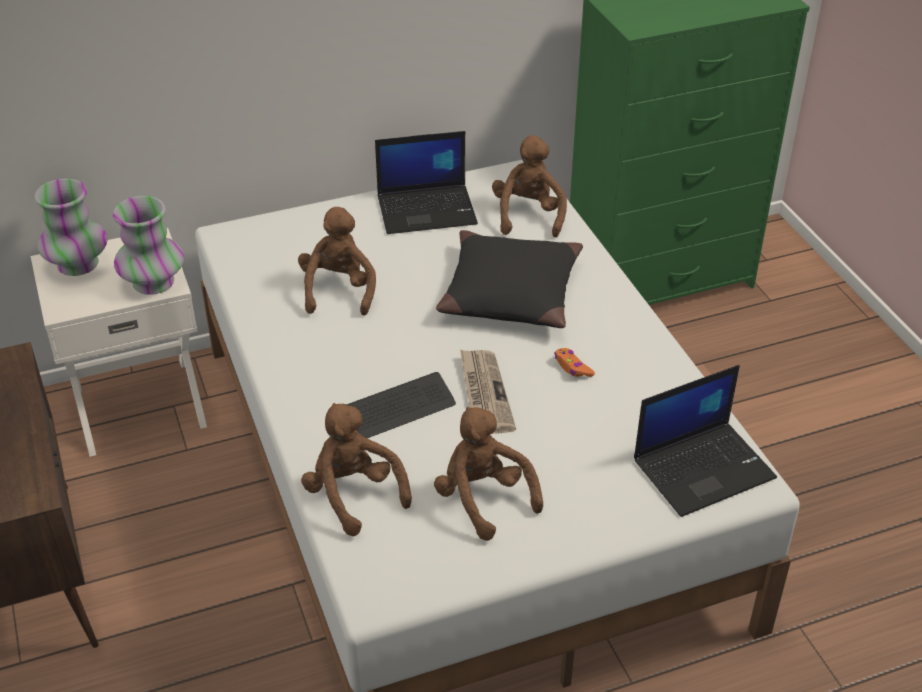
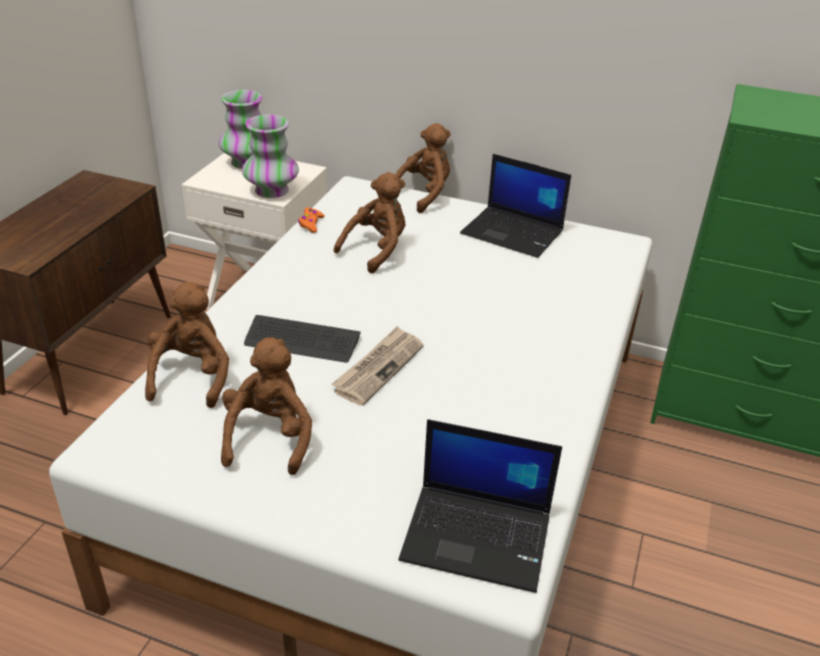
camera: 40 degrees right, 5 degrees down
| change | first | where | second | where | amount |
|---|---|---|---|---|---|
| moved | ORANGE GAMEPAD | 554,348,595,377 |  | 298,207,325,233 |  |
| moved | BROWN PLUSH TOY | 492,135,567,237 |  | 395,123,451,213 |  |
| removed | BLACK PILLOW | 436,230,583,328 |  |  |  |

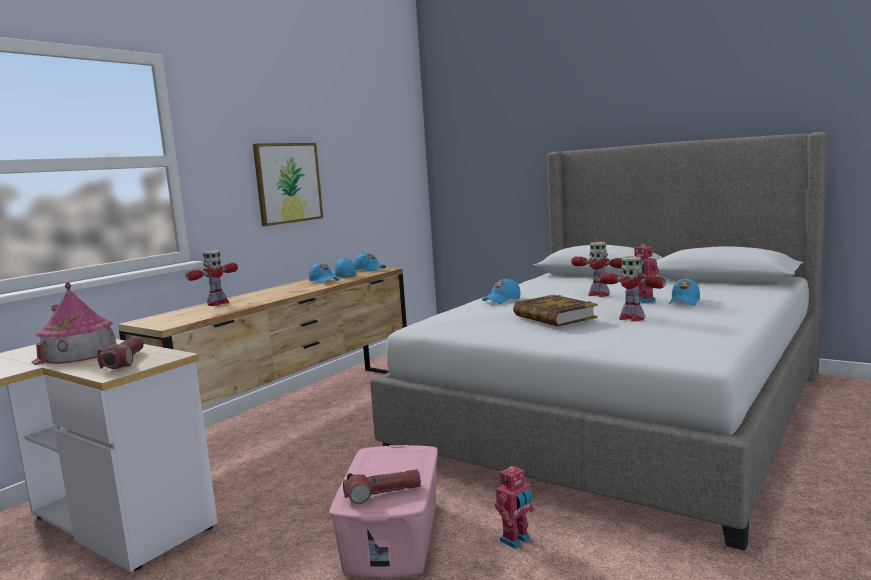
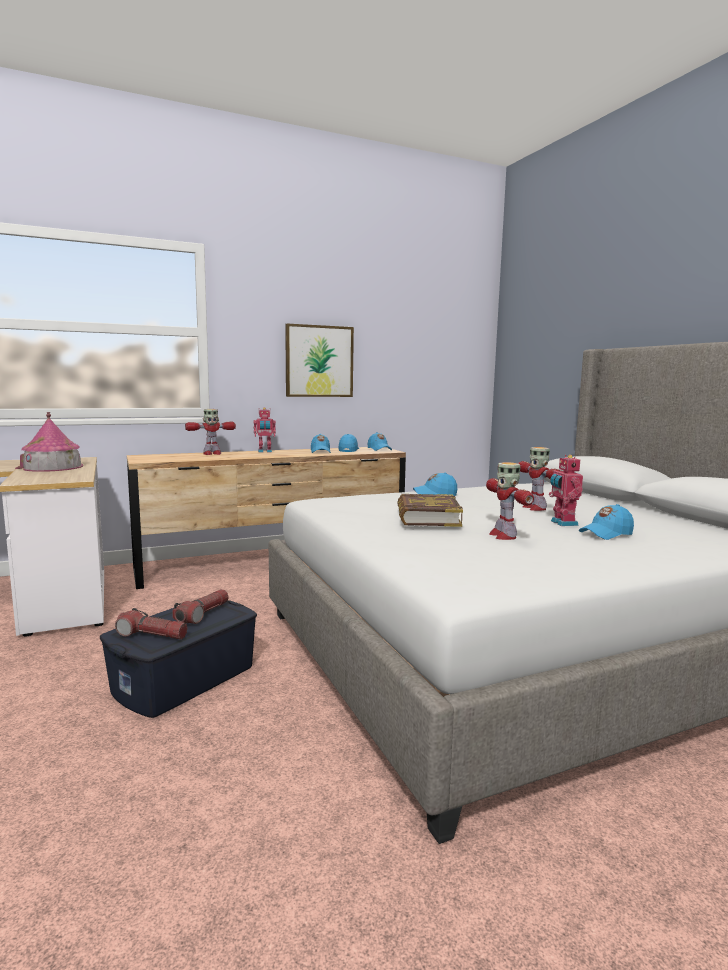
camera: 30 degrees right, 0 degrees up
| change | first | where | second | where | amount |
|---|---|---|---|---|---|
| recoloured | PINK STORAGE BOX | 329,445,438,577 | BLUISH STORAGE BOX | 100,600,257,718 |  |
| moved | FLASHLIGHT | 97,336,144,369 |  | 173,589,229,624 |  |
| moved | MODEL ROBOT | 495,465,535,549 |  | 254,407,276,452 |  |

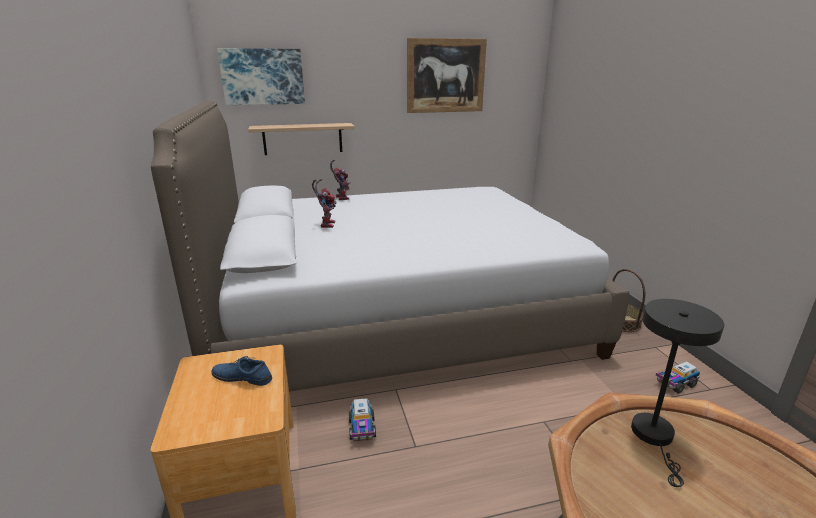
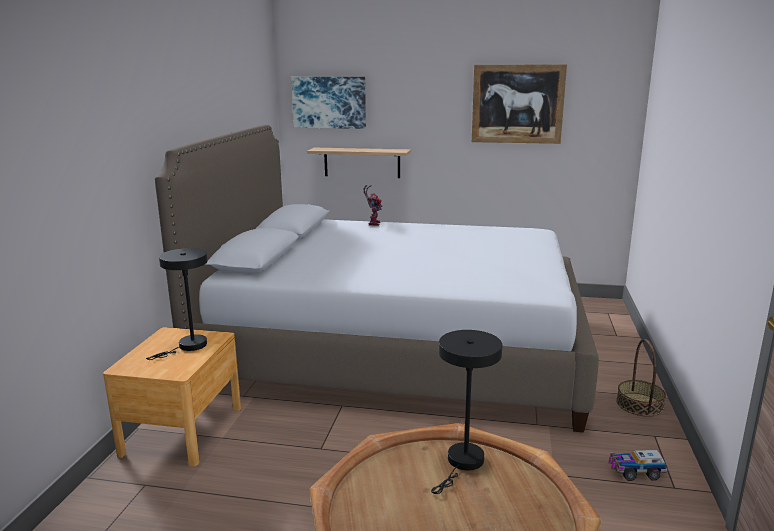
camera: 25 degrees right, 5 degrees down
| change | first | where | second | where | amount |
|---|---|---|---|---|---|
| replaced | BLUISH SHOE | 212,356,272,386 | BLACK TABLETOP LAMP | 146,248,207,360 |  |
| removed | MODEL ROBOT | 312,179,336,228 |  |  |  |
| removed | TOY LORRY | 349,398,376,441 |  |  |  |

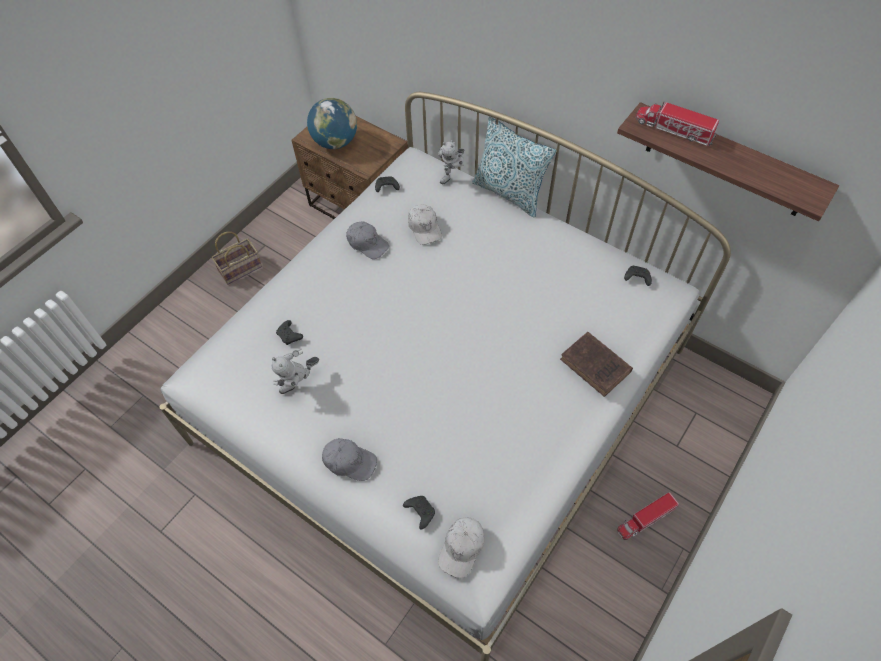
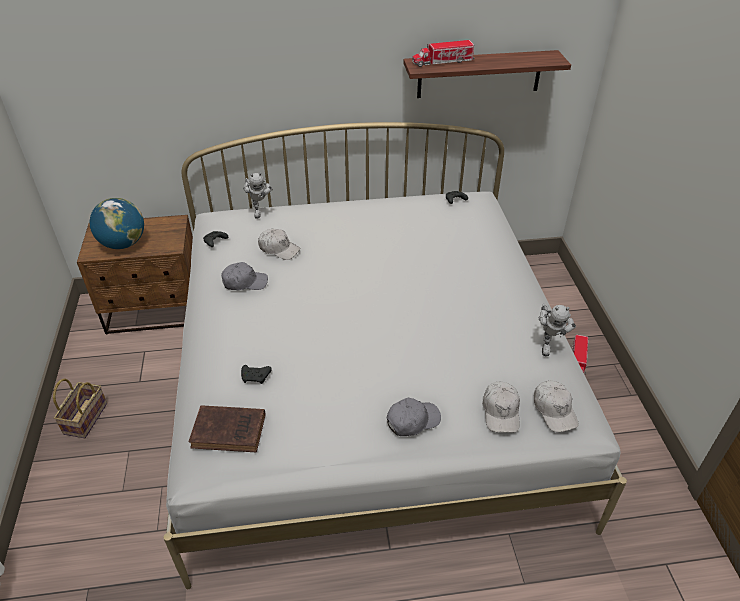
camera: 45 degrees left, 15 degrees down
| change | first | where | second | where | amount |
|---|---|---|---|---|---|
| moved | BROWN BOUND BOOK | 560,332,633,397 |  | 189,405,266,452 |  |
| replaced | BLACK GAMEPAD | 403,496,435,529 | WHITISH BASEBALL CAP | 482,381,520,433 |  |
| moved | MODEL ROBOT | 271,348,319,394 |  | 538,303,576,356 |  |
| removed | PILLOW | 472,117,556,218 |  |  |  |

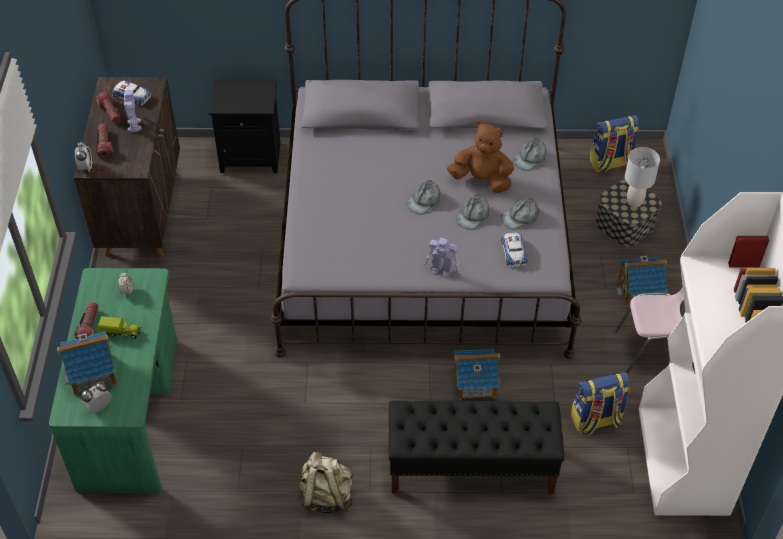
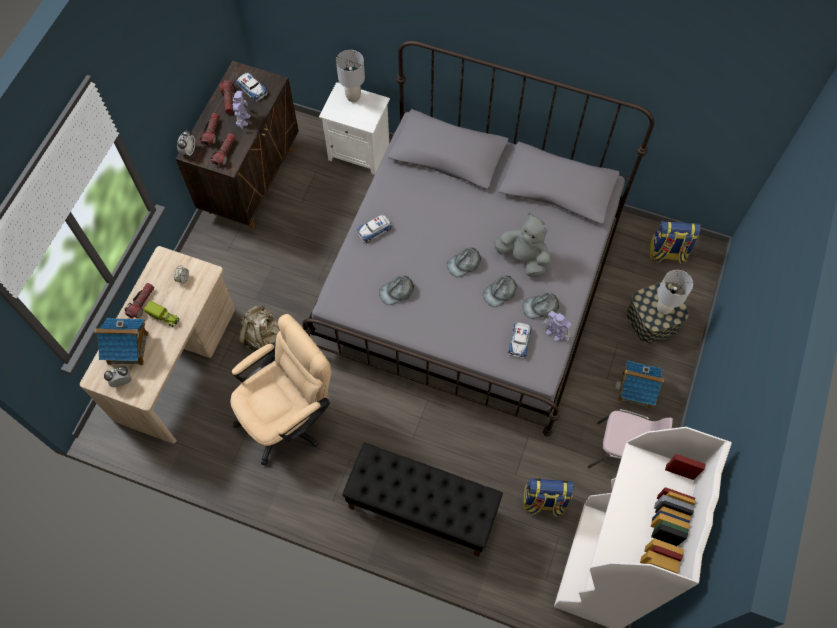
camera: 20 degrees right, 15 degrees up
| change | first | where | second | where | amount |
|---|---|---|---|---|---|
| recoloured | GREENISH DESK TABLE | 49,268,177,493 | BEIGE DESK TABLE | 80,246,236,443 |  |
| added |  |  | FLASHLIGHT | 211,133,236,166 |  |
| added |  |  | BEIGE COMPUTER CHAIR | 230,314,331,466 |  |
| moved | BEIGE RUCKSACK | 300,450,353,513 |  | 239,305,280,352 |  |
| recoloured | BLACK NIGHT TABLE | 208,79,280,173 | WHITISH NIGHT TABLE | 319,82,390,175 |  |
| added |  |  | GREYISH TABLETOP LAMP | 336,50,365,102 |  |
| added |  |  | MODEL CAR | 357,214,392,243 |  |
| moved | GREYISH BASEBALL CAP | 513,138,546,171 |  | 379,275,414,305 |  |
| recoloured | BROWN PLUSH TOY | 447,121,514,193 | GREYISH PLUSH TOY | 494,213,551,277 |  |
| moved | MODEL ROBOT | 424,238,459,277 |  | 541,311,572,343 |  |
| removed | MODEL HOUSE | 454,348,500,400 |  |  |  |

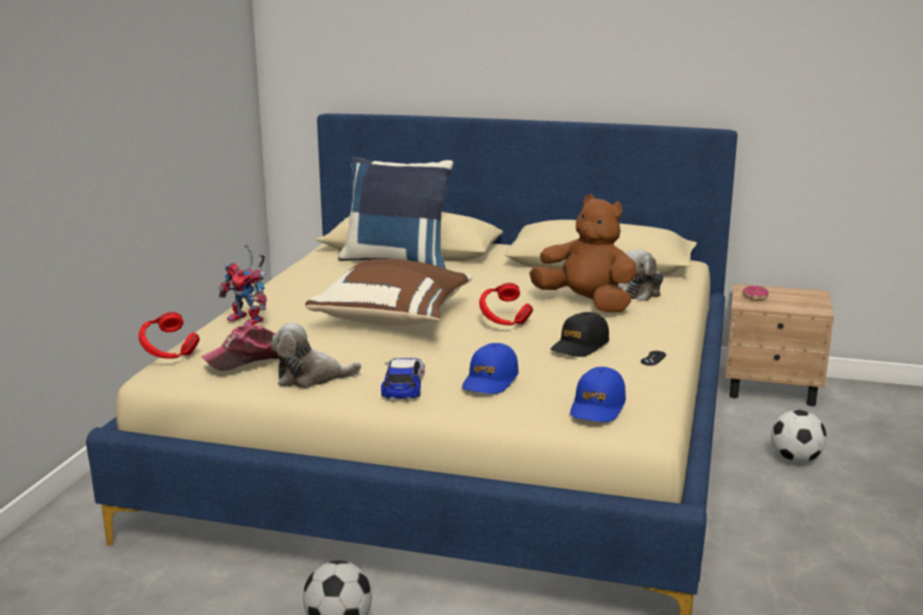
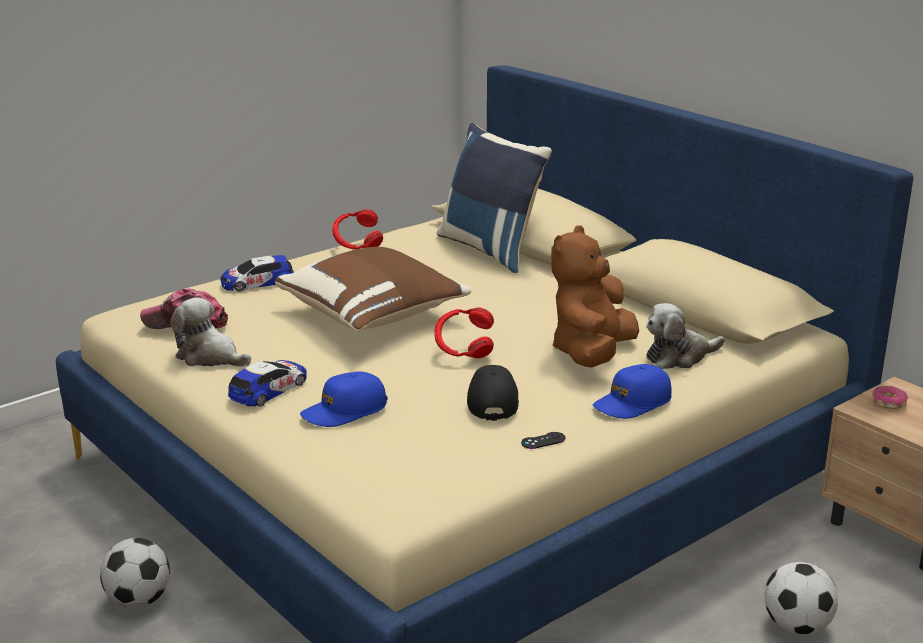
camera: 35 degrees right, 5 degrees up
| change | first | where | second | where | amount |
|---|---|---|---|---|---|
| replaced | MODEL ROBOT | 219,244,267,326 | MODEL CAR | 220,255,294,292 |  |
| moved | REDDISH HEADPHONES | 138,312,200,359 |  | 332,209,383,249 |  |
| turned | BLACK BASEBALL CAP | 551,312,609,357 |  | 467,365,519,421 | 105 degrees clockwise |
| turned | BROWN PLUSH TOY | 529,194,637,313 |  | 551,226,639,367 | 135 degrees counterclockwise |
| moved | BLUISH BASEBALL CAP | 570,367,626,422 |  | 593,364,672,419 |  |

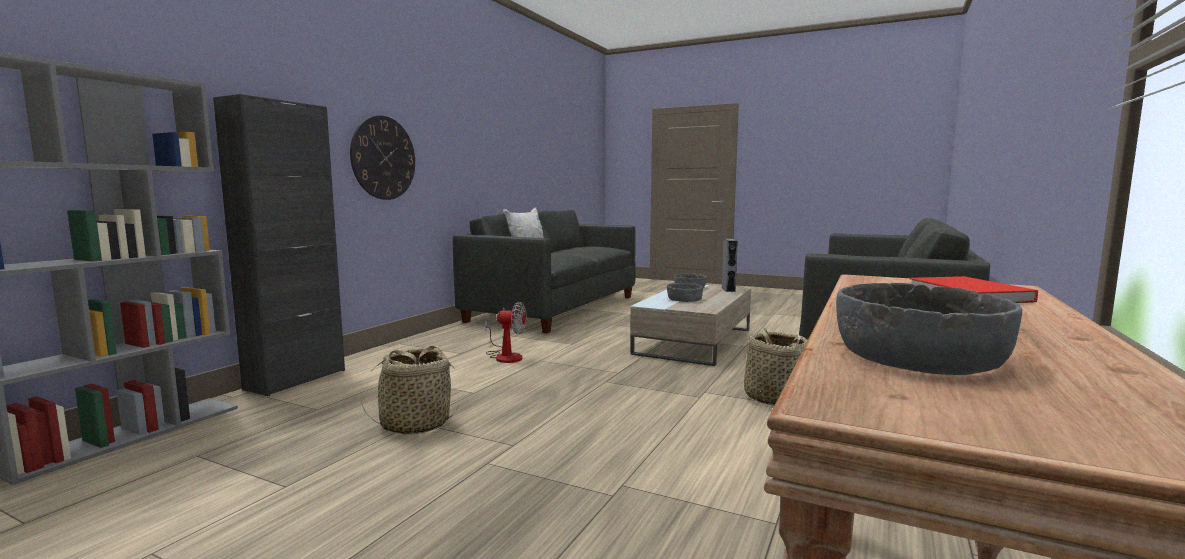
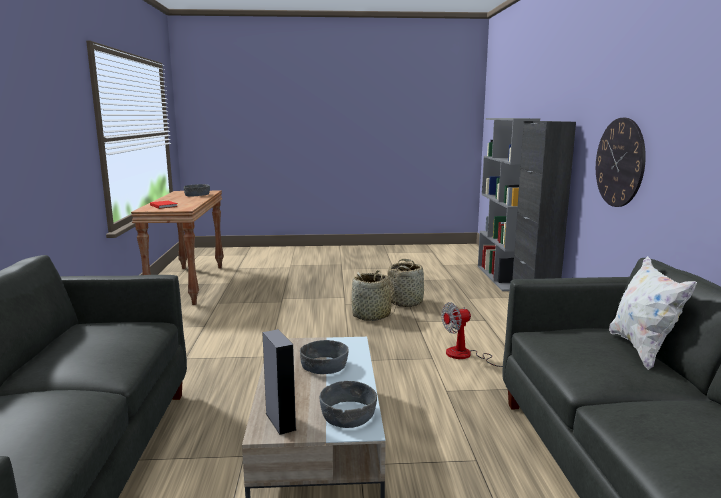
camera: 150 degrees right, 5 degrees up
| change | first | where | second | where | amount |
|---|---|---|---|---|---|
| moved | BASKET | 744,327,808,406 |  | 351,270,396,321 |  |

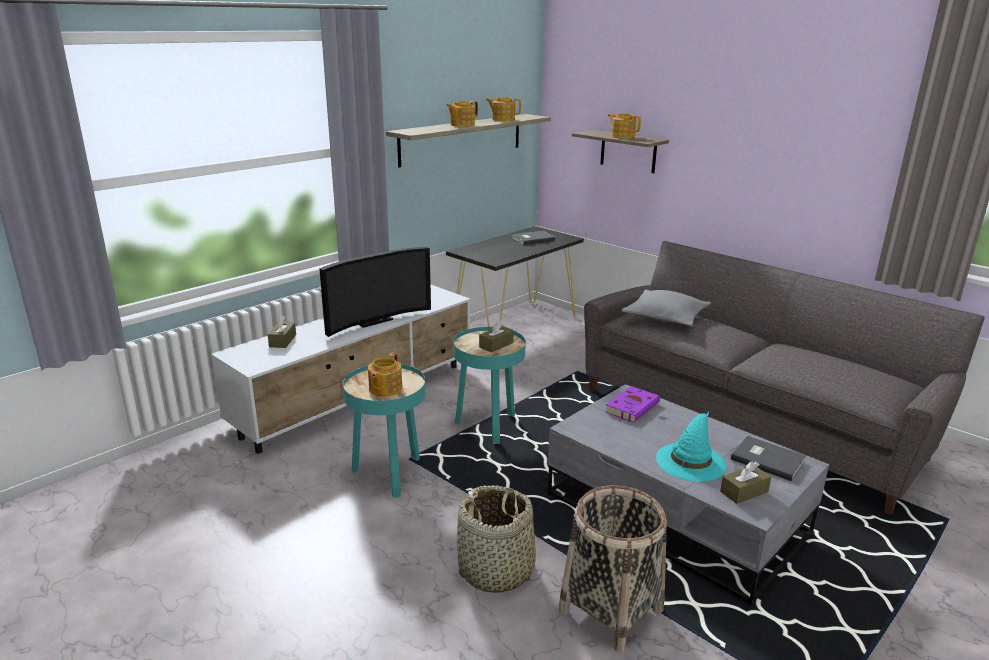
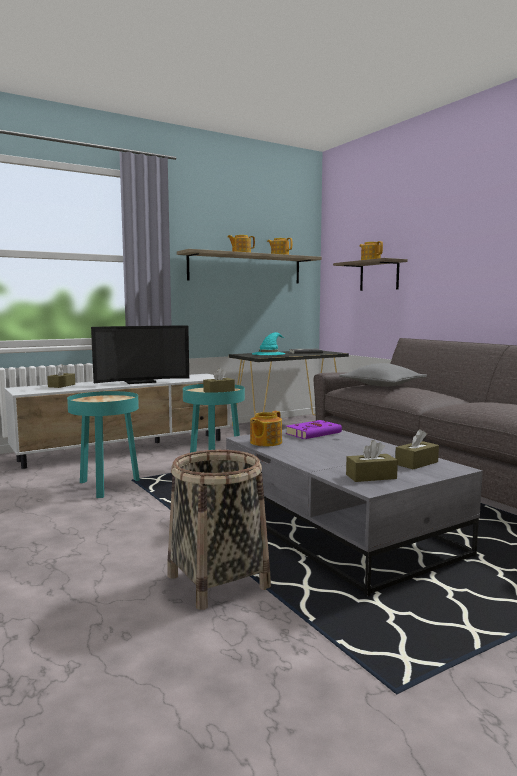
camera: 15 degrees right, 15 degrees down
| change | first | where | second | where | amount |
|---|---|---|---|---|---|
| moved | TEAPOT | 368,353,403,397 |  | 250,411,282,446 |  |
| moved | TURQUOISE WEARABLE HAT | 656,412,726,481 |  | 252,332,285,355 |  |
| replaced | GREYISH BOUND BOOK | 731,436,806,481 | BROWN BOX OF TISSUES | 395,429,439,469 |  |
| removed | BASKET | 457,485,542,593 |  |  |  |

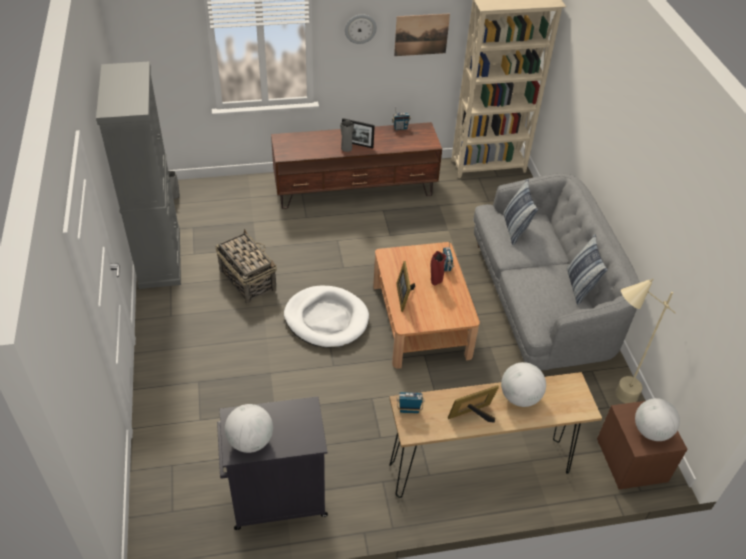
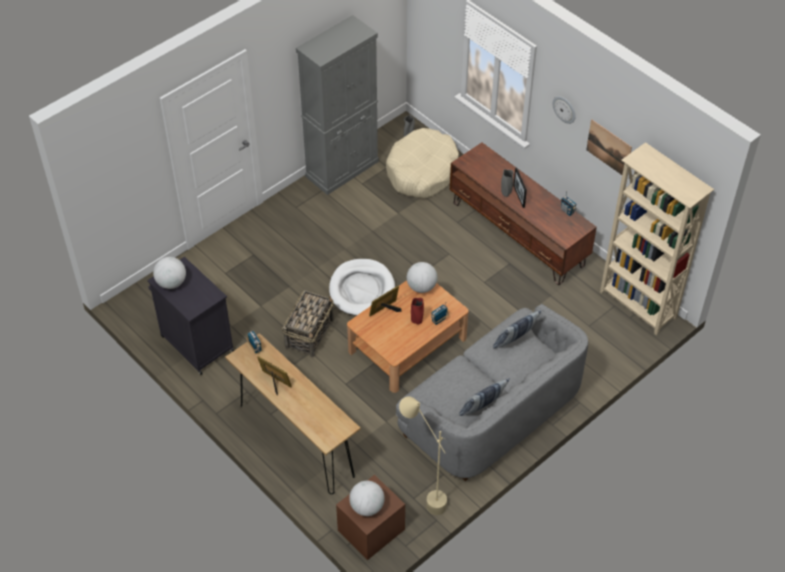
camera: 60 degrees right, 5 degrees up
| change | first | where | second | where | amount |
|---|---|---|---|---|---|
| moved | BASKET | 216,229,277,304 |  | 282,290,334,357 |  |
| added |  |  | BEIGE PET BED | 386,128,459,198 |  |
| moved | WORLD GLOBE | 501,362,546,407 |  | 407,262,438,293 |  |

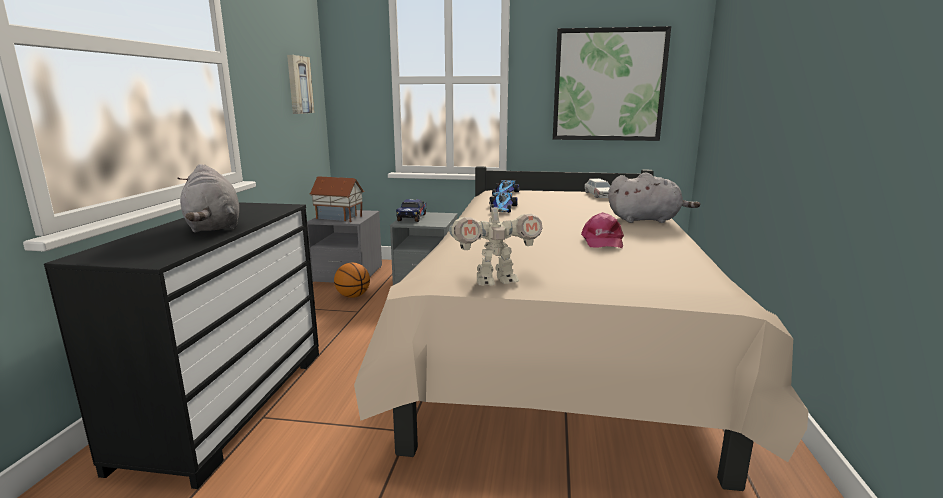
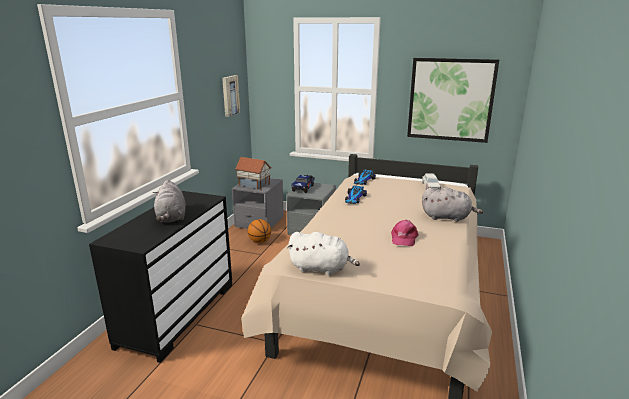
camera: 10 degrees right, 5 degrees up
| change | first | where | second | where | amount |
|---|---|---|---|---|---|
| replaced | MODEL ROBOT | 449,199,542,286 | WHITISH PLUSH TOY | 287,232,360,275 |  |

